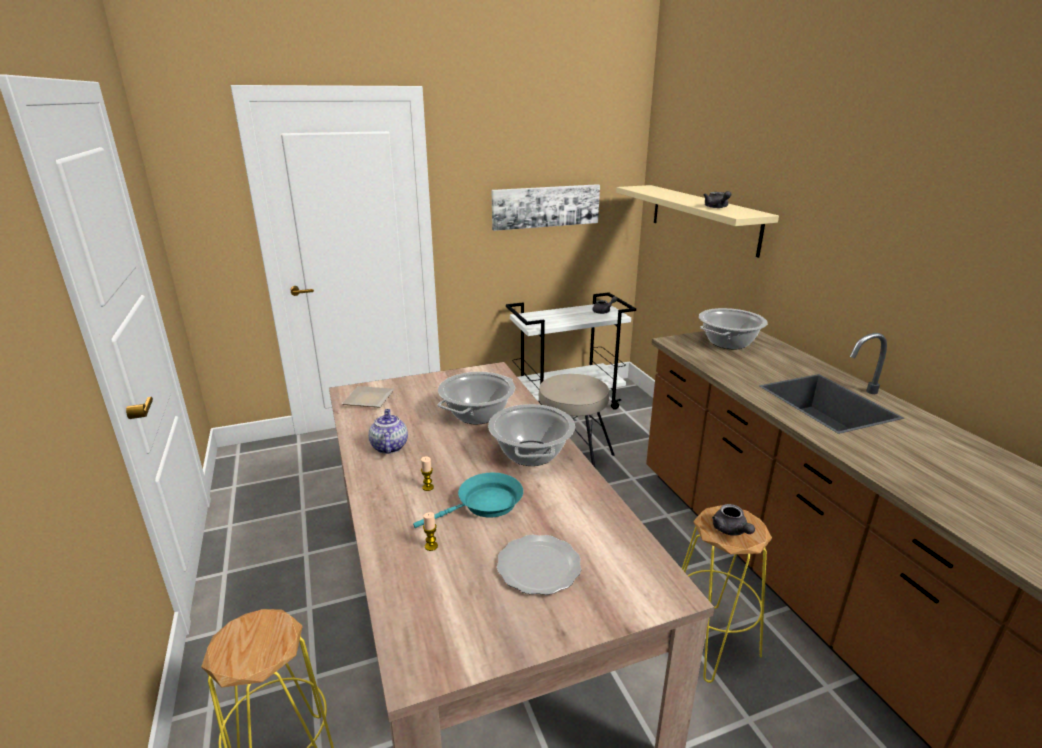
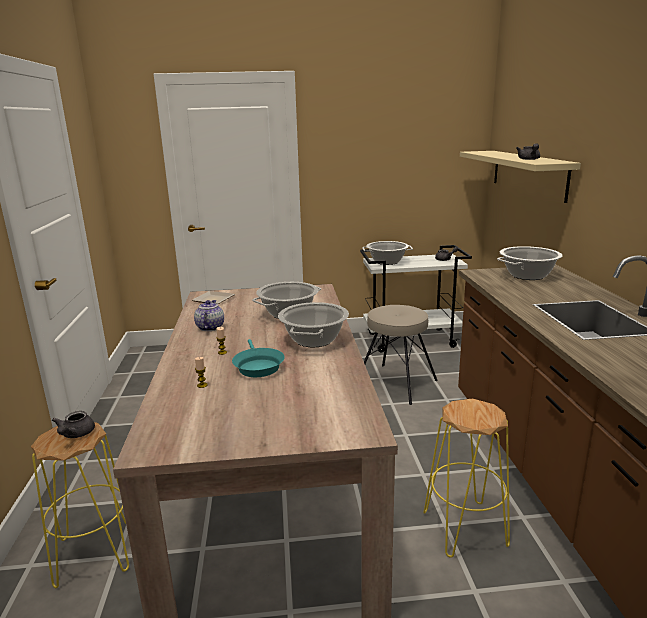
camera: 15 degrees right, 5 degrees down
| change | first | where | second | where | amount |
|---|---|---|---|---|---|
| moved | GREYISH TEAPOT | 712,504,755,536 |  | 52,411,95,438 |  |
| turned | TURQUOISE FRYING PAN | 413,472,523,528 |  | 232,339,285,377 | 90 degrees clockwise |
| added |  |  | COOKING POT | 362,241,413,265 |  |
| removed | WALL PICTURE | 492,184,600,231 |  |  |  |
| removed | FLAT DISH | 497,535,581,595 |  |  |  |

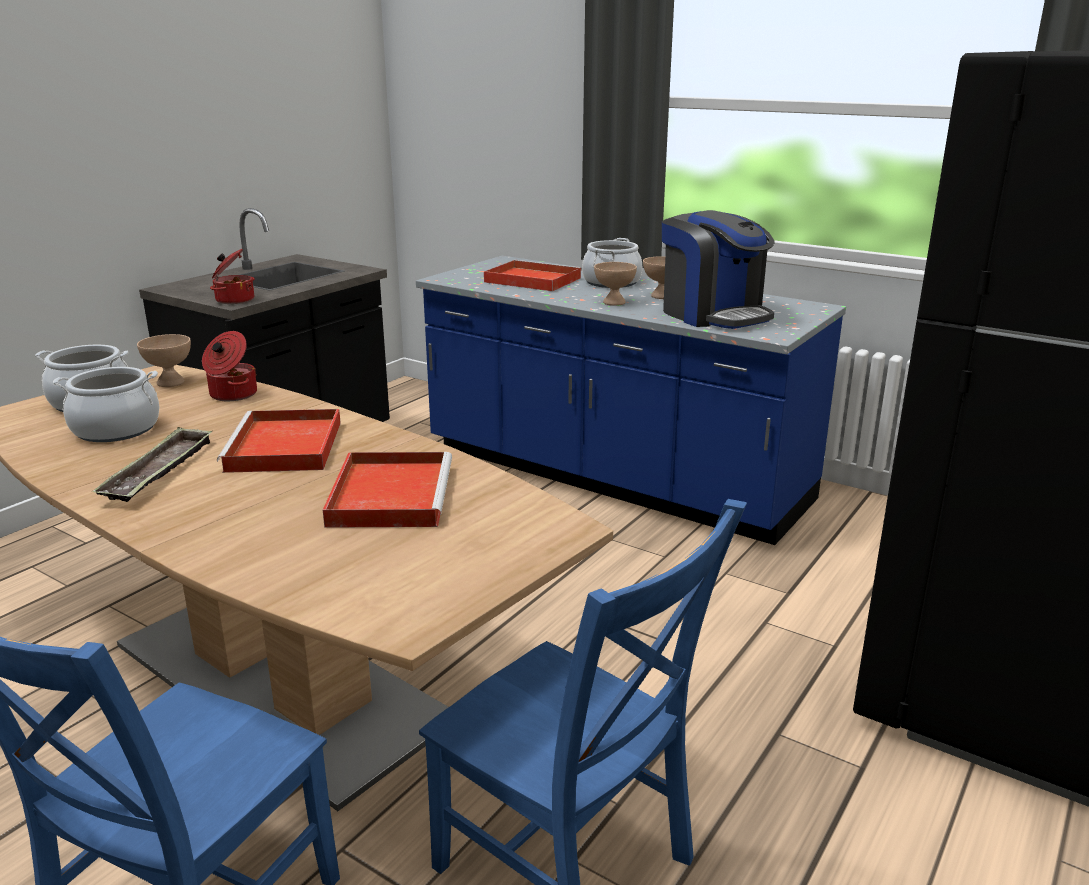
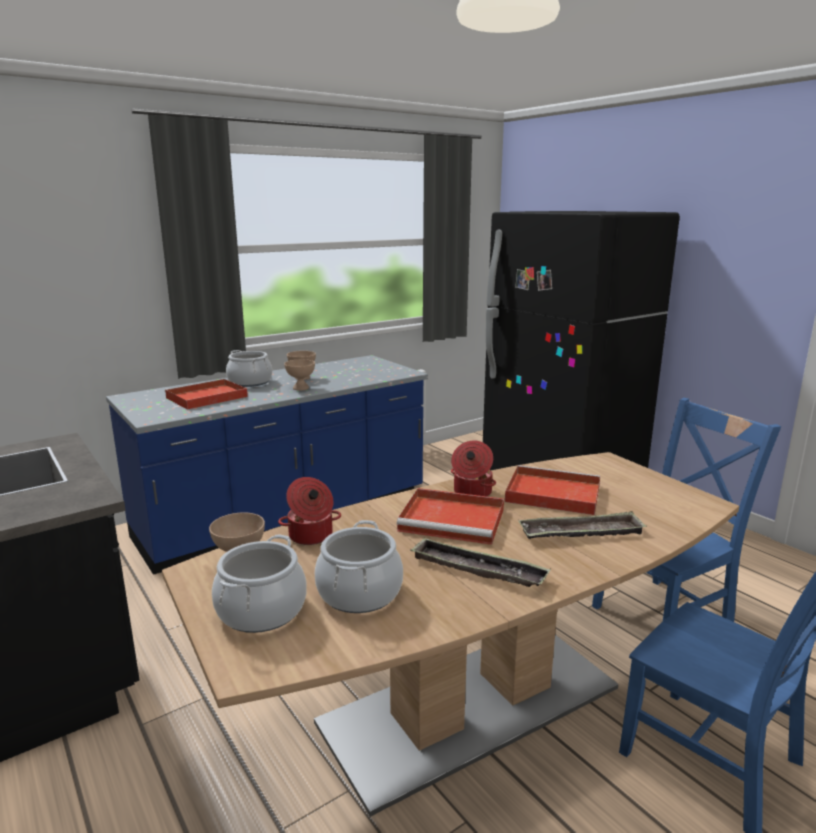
camera: 70 degrees left, 5 degrees down
| change | first | where | second | where | amount |
|---|---|---|---|---|---|
| moved | COOKING POT | 210,249,255,304 |  | 451,440,496,497 |  |
| added |  |  | CARRYING TRAY | 518,511,647,539 |  |
| removed | COFFEE MACHINE | 662,210,775,329 |  |  |  |

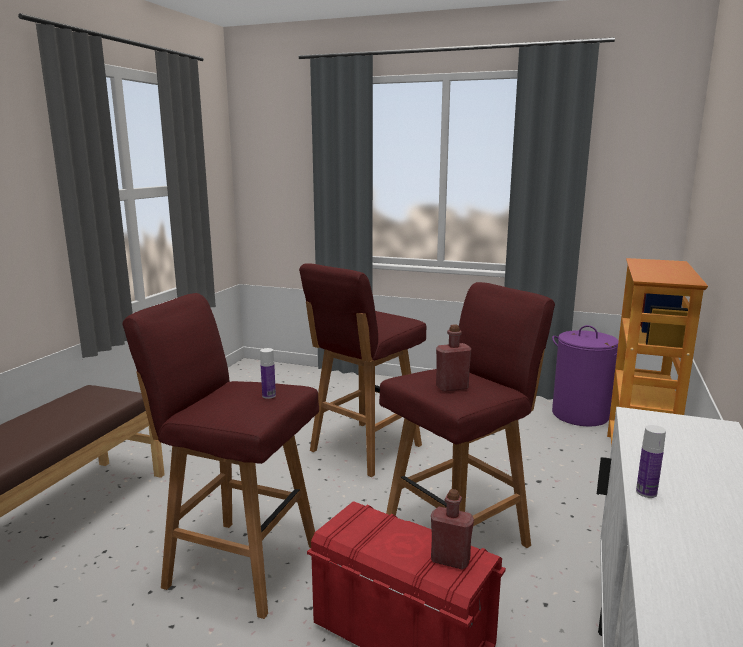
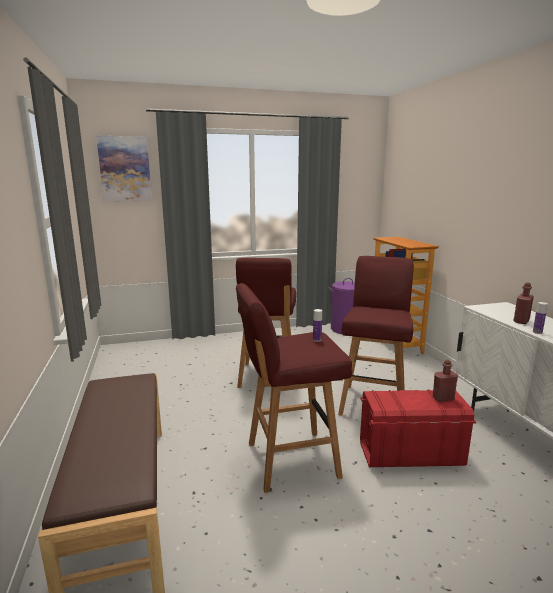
camera: 35 degrees left, 0 degrees up
| change | first | where | second | where | amount |
|---|---|---|---|---|---|
| added |  |  | WALL PICTURE | 96,136,152,201 |  |
| moved | REDDISH BEVERAGE BOTTLE | 436,324,471,392 |  | 514,282,534,324 |  |

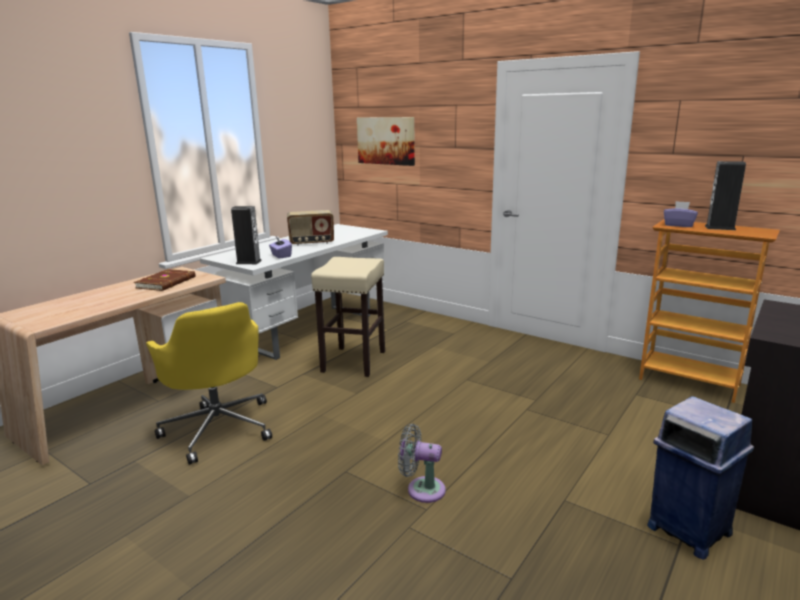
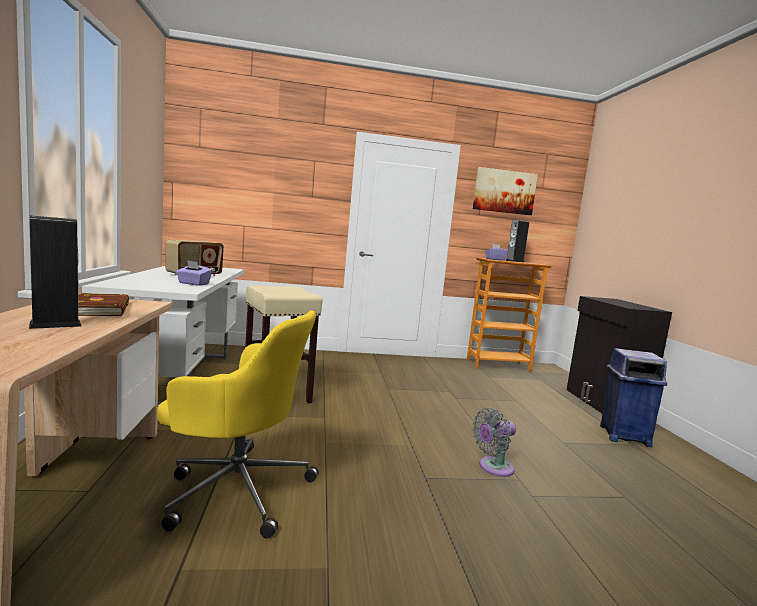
camera: 45 degrees left, 10 degrees down
| change | first | where | second | where | amount |
|---|---|---|---|---|---|
| moved | LOUDSPEAKER | 231,206,262,264 |  | 29,216,81,329 |  |
| moved | WALL PICTURE | 357,117,415,166 |  | 473,167,538,215 |  |

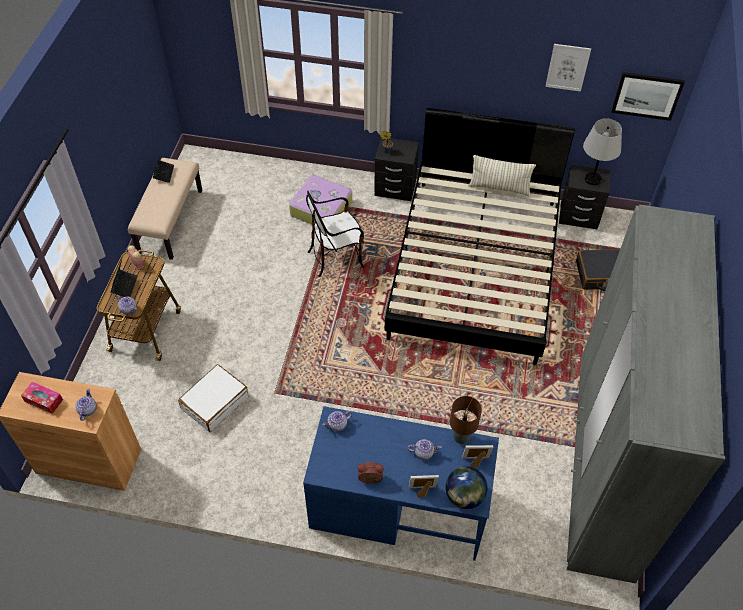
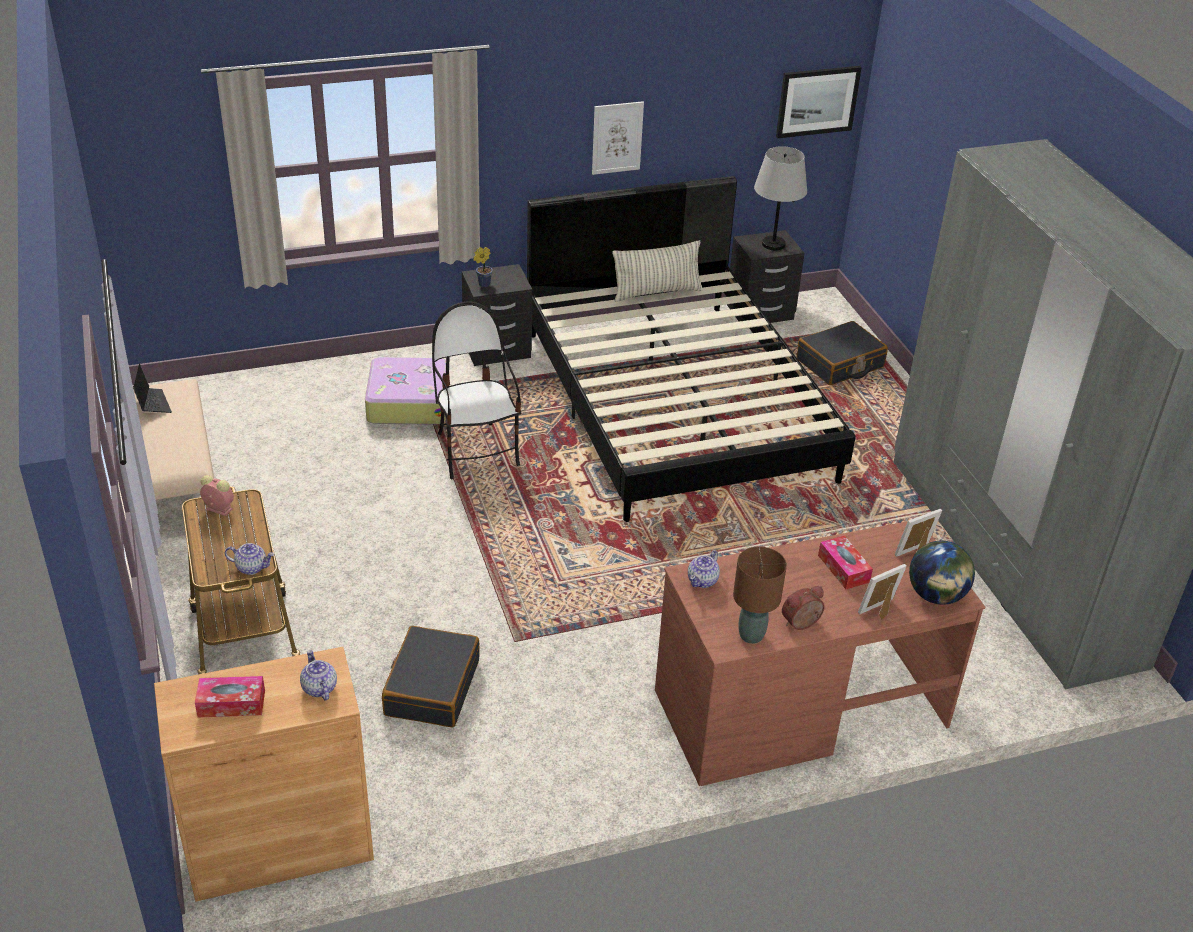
camera: 30 degrees left, 15 degrees down
| change | first | where | second | where | amount |
|---|---|---|---|---|---|
| recoloured | WHITISH TRAVEL CASE | 178,364,248,432 | BLACK TRAVEL CASE | 382,626,480,728 |  |
| turned | PLAIN CHAIR | 306,191,364,277 |  | 432,301,521,479 | 120 degrees clockwise |
| moved | WALL PICTURE | 545,44,591,92 |  | 592,101,644,175 |  |
| recoloured | BLUISH DESK TABLE | 303,406,499,561 | BROWN DESK TABLE | 655,521,985,786 |  |
| moved | BROWN TABLETOP LAMP | 450,396,482,444 |  | 733,547,787,644 |  |
| replaced | TEAPOT | 408,439,442,460 | BOX OF TISSUES | 818,535,873,589 |  |
| removed | PORTABLE COMPUTER | 111,260,138,297 |  |  |  |

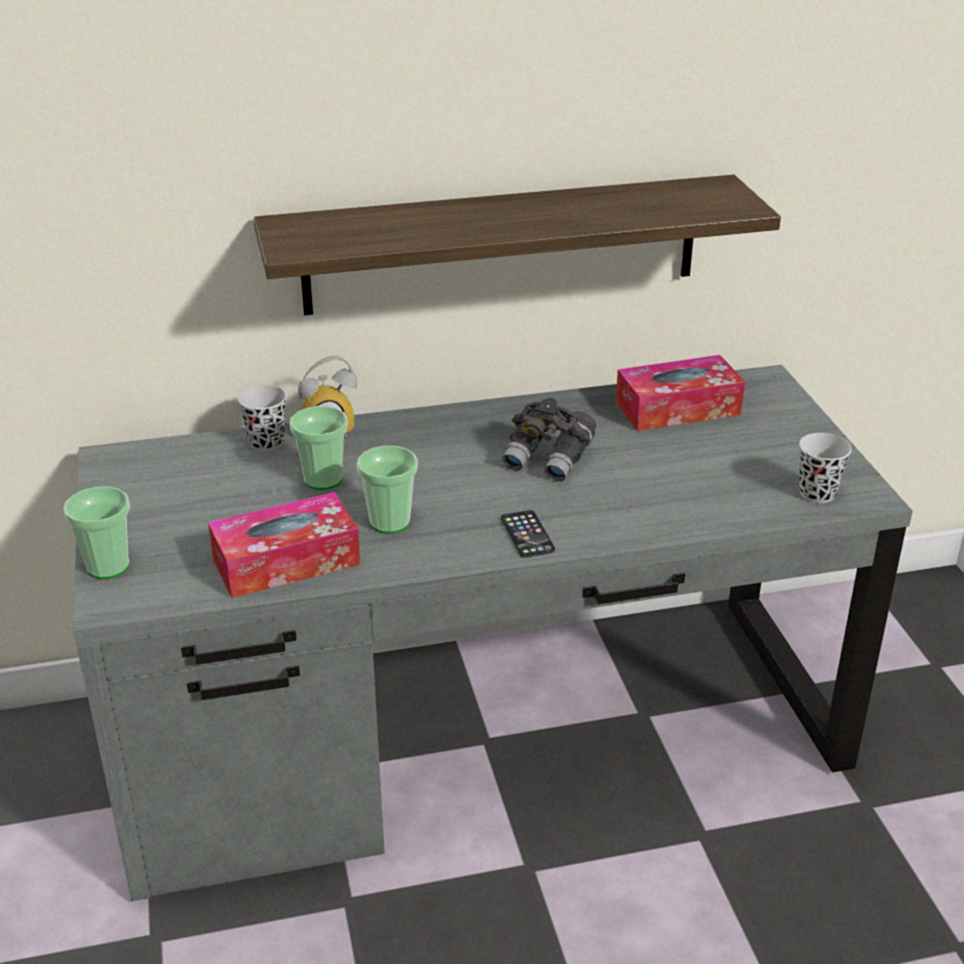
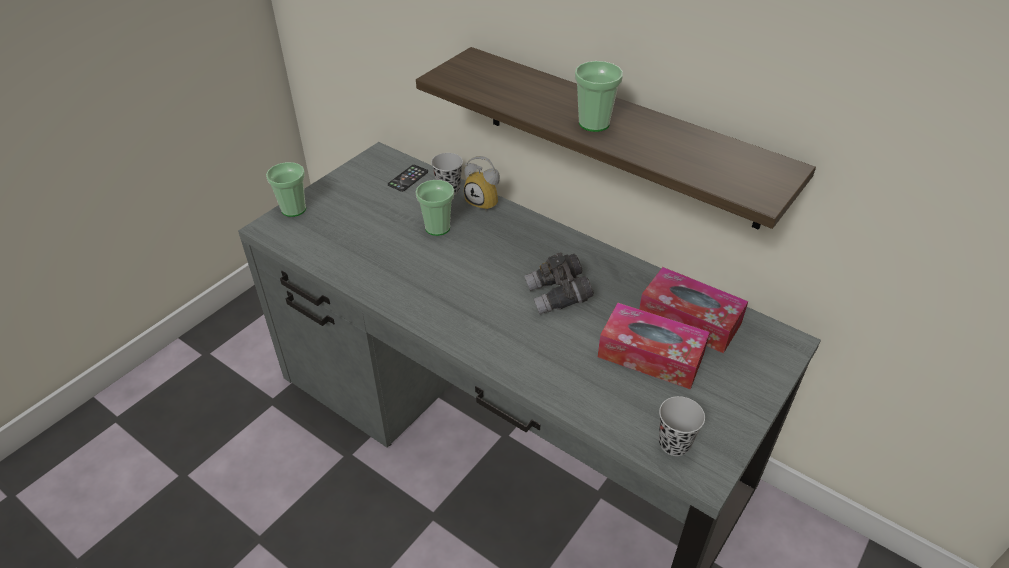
camera: 50 degrees right, 10 degrees up
| change | first | where | second | where | amount |
|---|---|---|---|---|---|
| moved | PHONE | 501,510,555,558 |  | 388,165,428,192 |  |
| moved | DRINKING CUP | 357,445,418,534 |  | 575,61,623,132 |  |
| moved | BOX OF TISSUES | 208,492,360,598 |  | 598,302,710,389 |  |

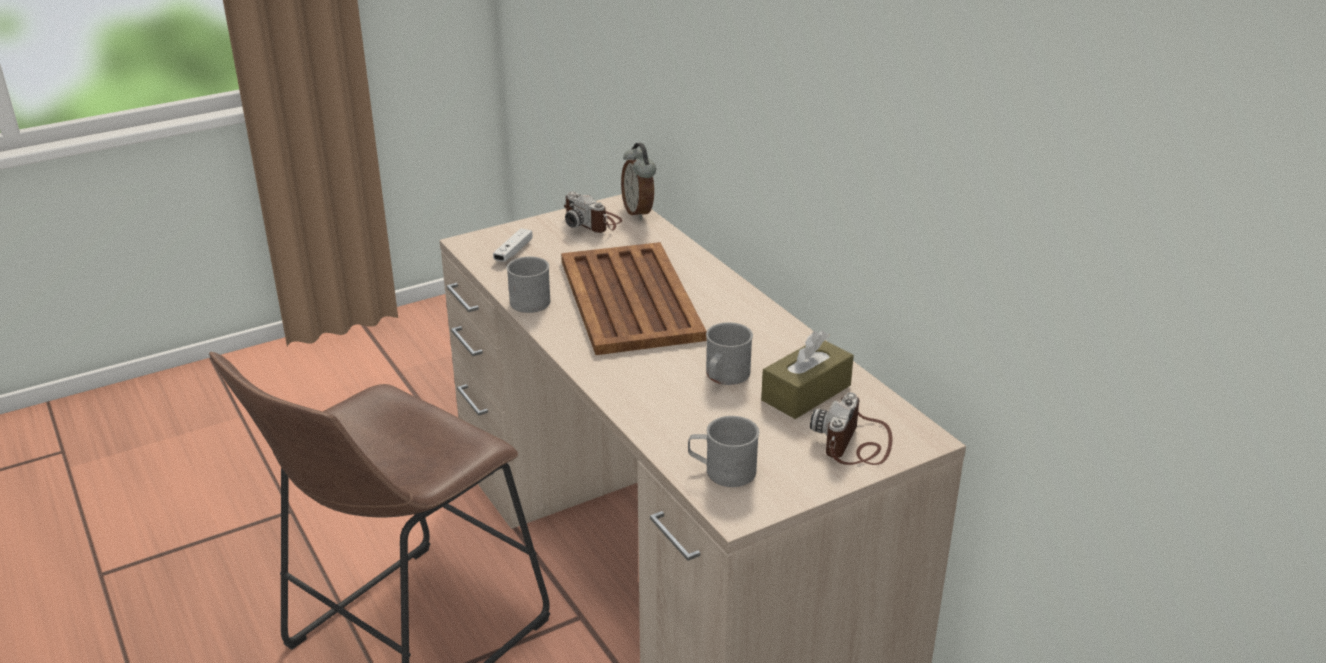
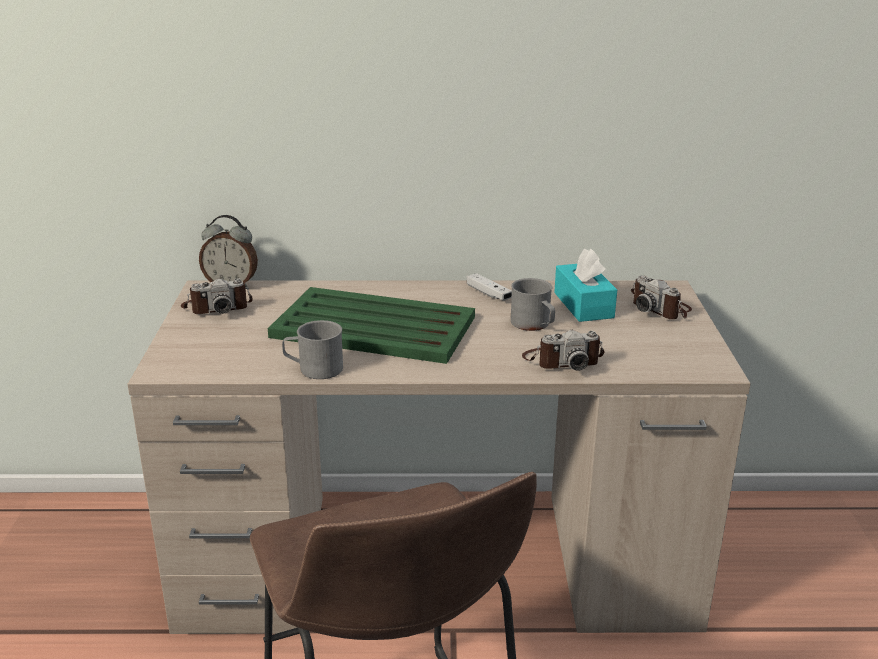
camera: 60 degrees left, 5 degrees down
| change | first | where | second | where | amount |
|---|---|---|---|---|---|
| recoloured | BROWN CARRYING TRAY | 561,242,707,355 | GREENISH CARRYING TRAY | 268,287,475,364 |  |
| moved | WHITISH GAMEPAD | 493,228,533,262 |  | 467,273,512,301 |  |
| added |  |  | STILL CAMERA | 522,330,605,371 |  |
| recoloured | BROWN BOX OF TISSUES | 761,330,854,419 | TURQUOISE BOX OF TISSUES | 554,249,617,322 |  |
| removed | GREYISH TEA MUG | 688,416,759,487 |  |  |  |

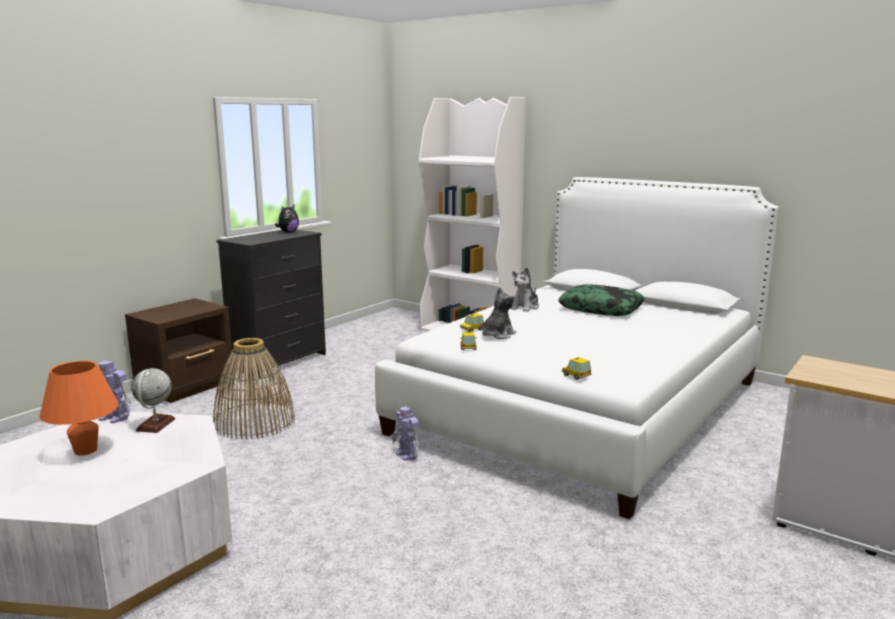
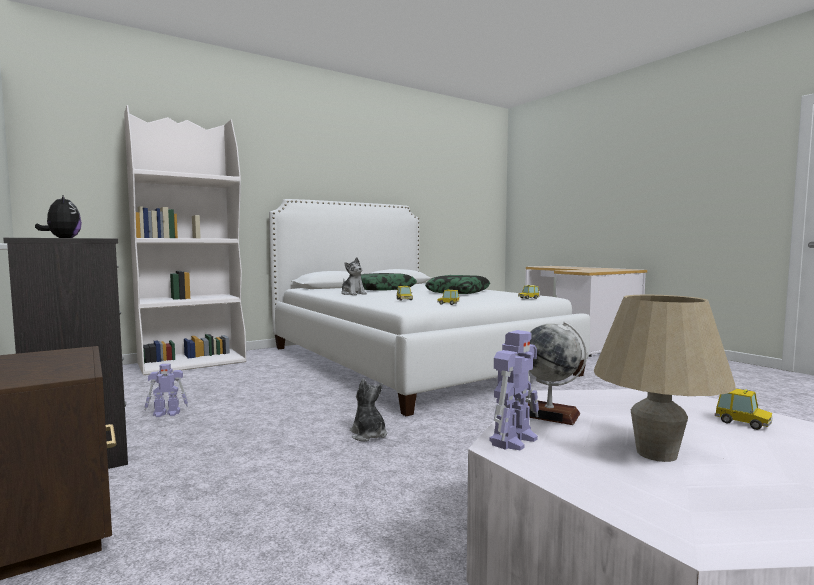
camera: 70 degrees left, 10 degrees down
| change | first | where | second | where | amount |
|---|---|---|---|---|---|
| moved | MODEL ROBOT | 392,406,420,461 |  | 144,363,188,417 |  |
| moved | PLUSH TOY | 482,287,516,339 |  | 350,378,387,441 |  |
| added |  |  | PILLOW | 425,275,490,294 |  |
| recoloured | ORANGE TABLETOP LAMP | 39,361,118,456 | BEIGE TABLETOP LAMP | 594,295,735,462 |  |
| added |  |  | MODEL CAR | 715,388,772,430 |  |
| removed | BASKET | 213,338,295,440 |  |  |  |

